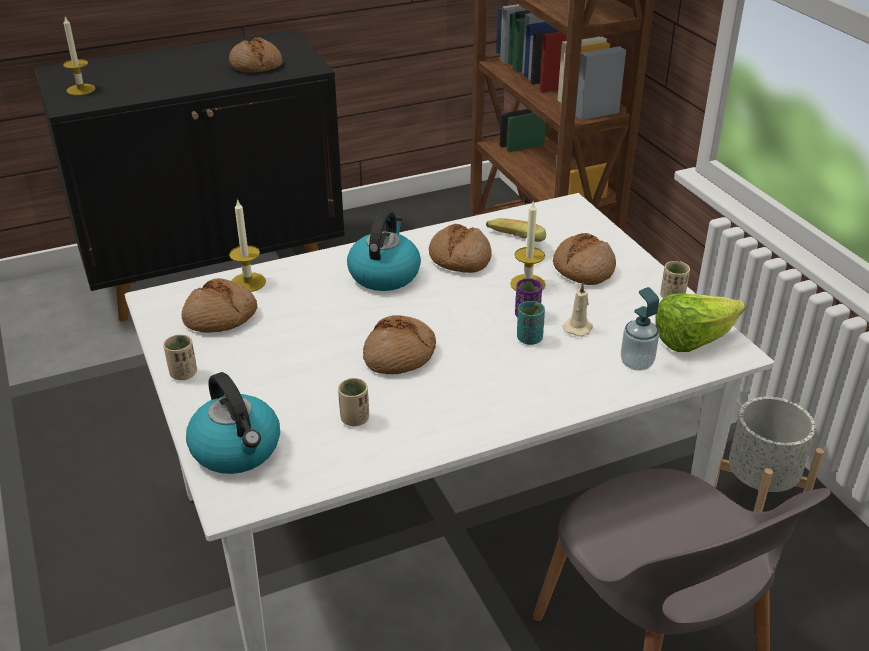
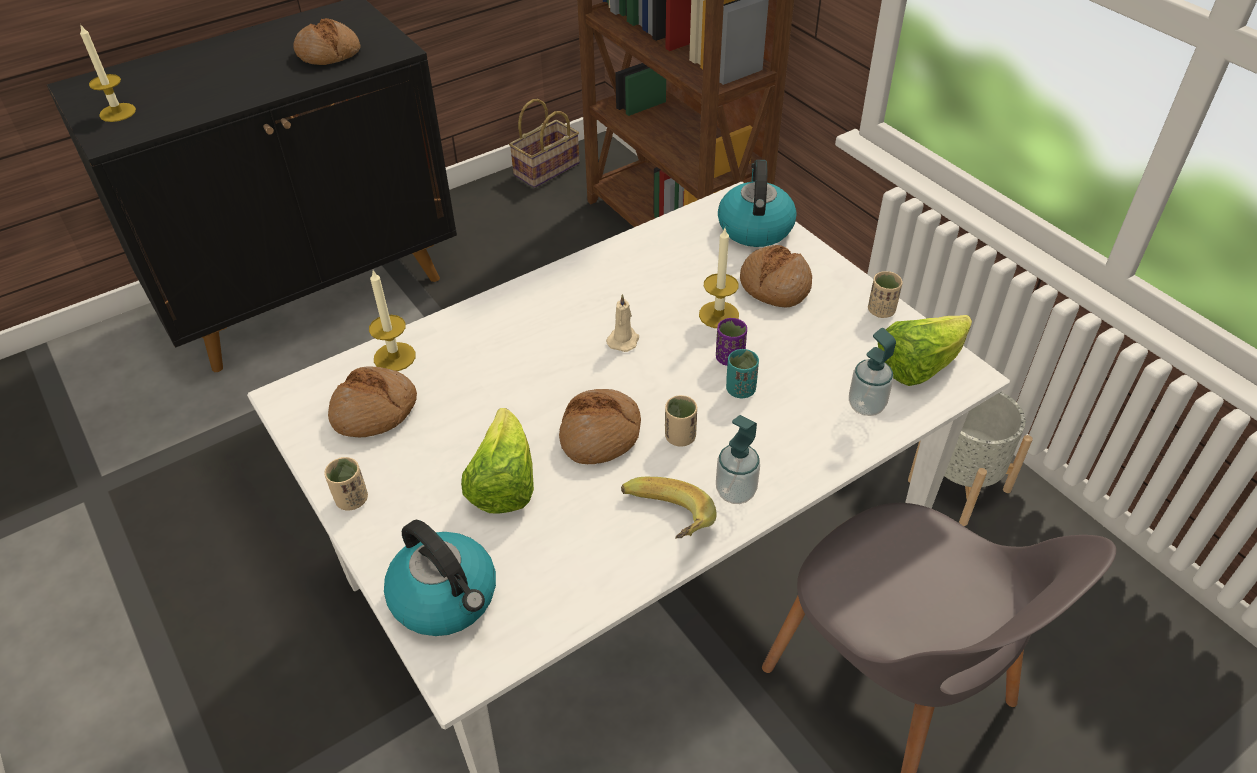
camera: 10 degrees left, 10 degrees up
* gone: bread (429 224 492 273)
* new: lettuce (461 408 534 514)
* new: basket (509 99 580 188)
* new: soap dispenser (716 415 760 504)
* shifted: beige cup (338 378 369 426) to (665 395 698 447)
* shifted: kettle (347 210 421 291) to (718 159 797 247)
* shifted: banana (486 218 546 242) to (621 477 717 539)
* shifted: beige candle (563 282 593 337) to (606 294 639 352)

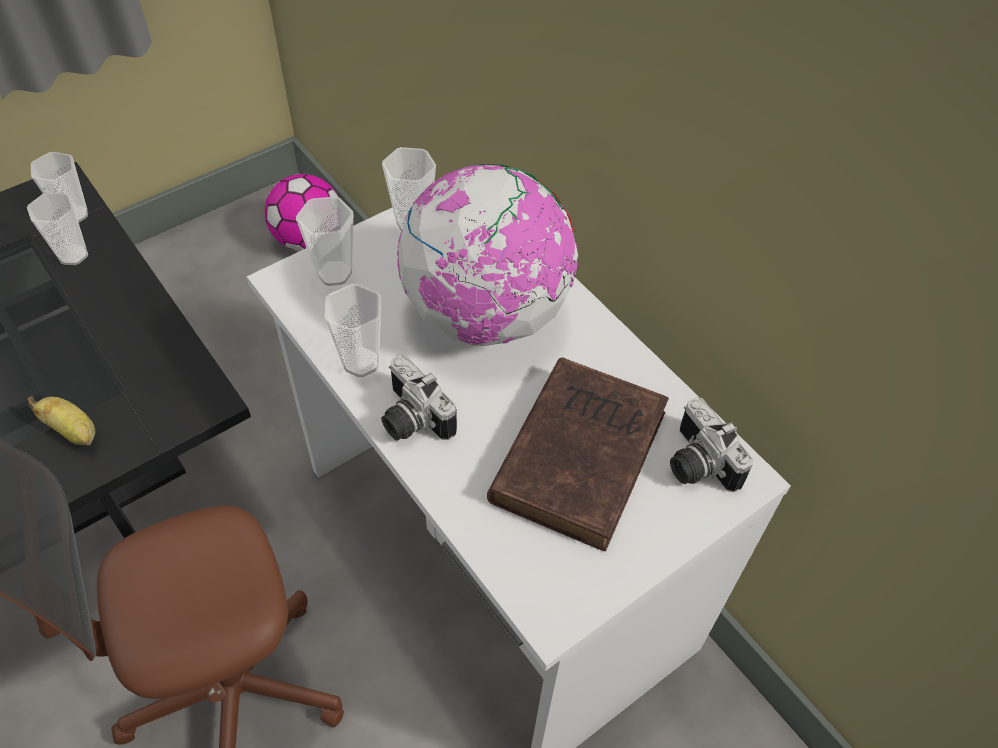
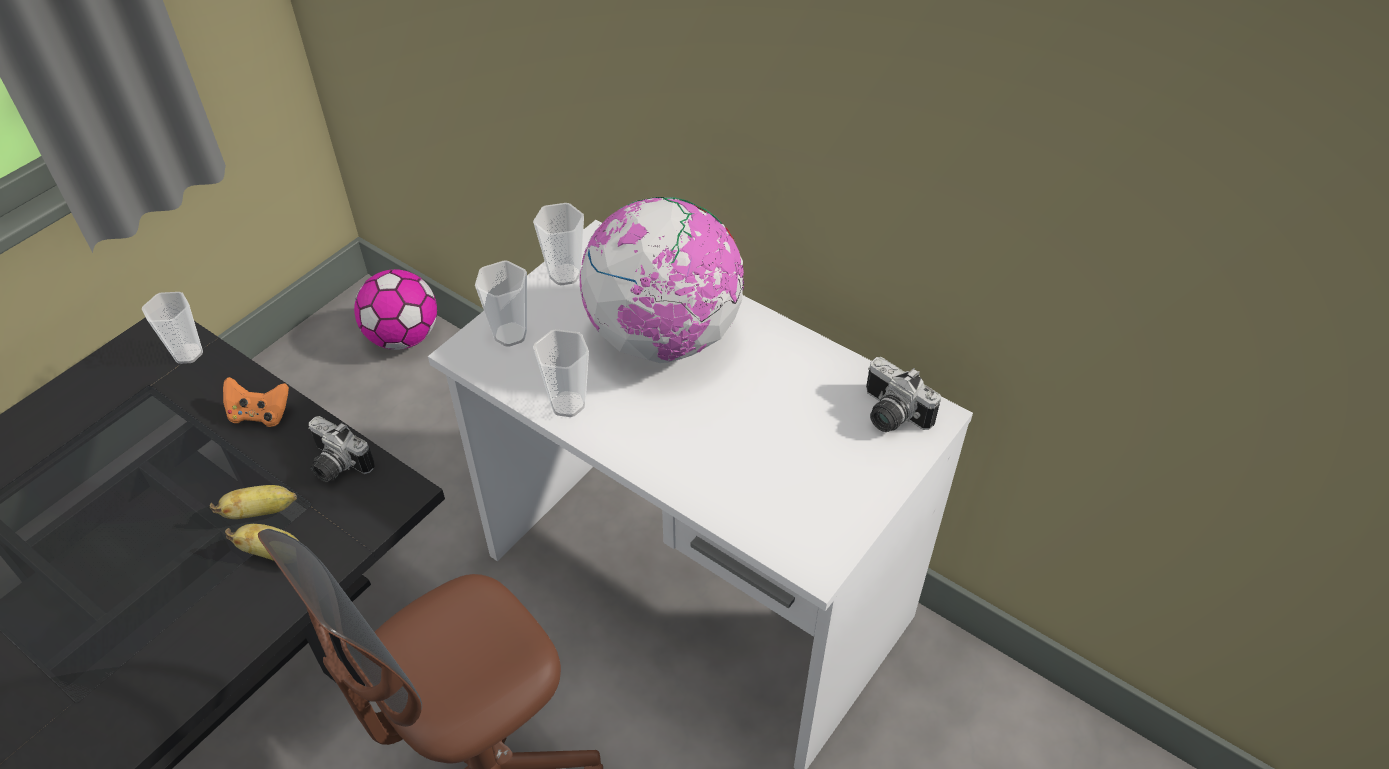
camera: 15 degrees left, 5 degrees down
* gone: cup (27 192 88 265)
* gone: brown book (487 357 669 551)
* new: banana (210 485 297 519)
* new: orange game controller (223 377 289 427)
* shifted: photo camera (381 355 457 441) to (308 416 375 482)

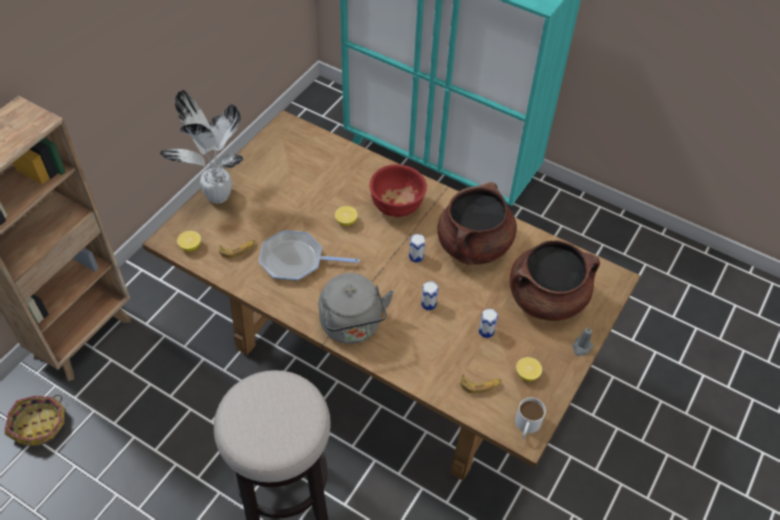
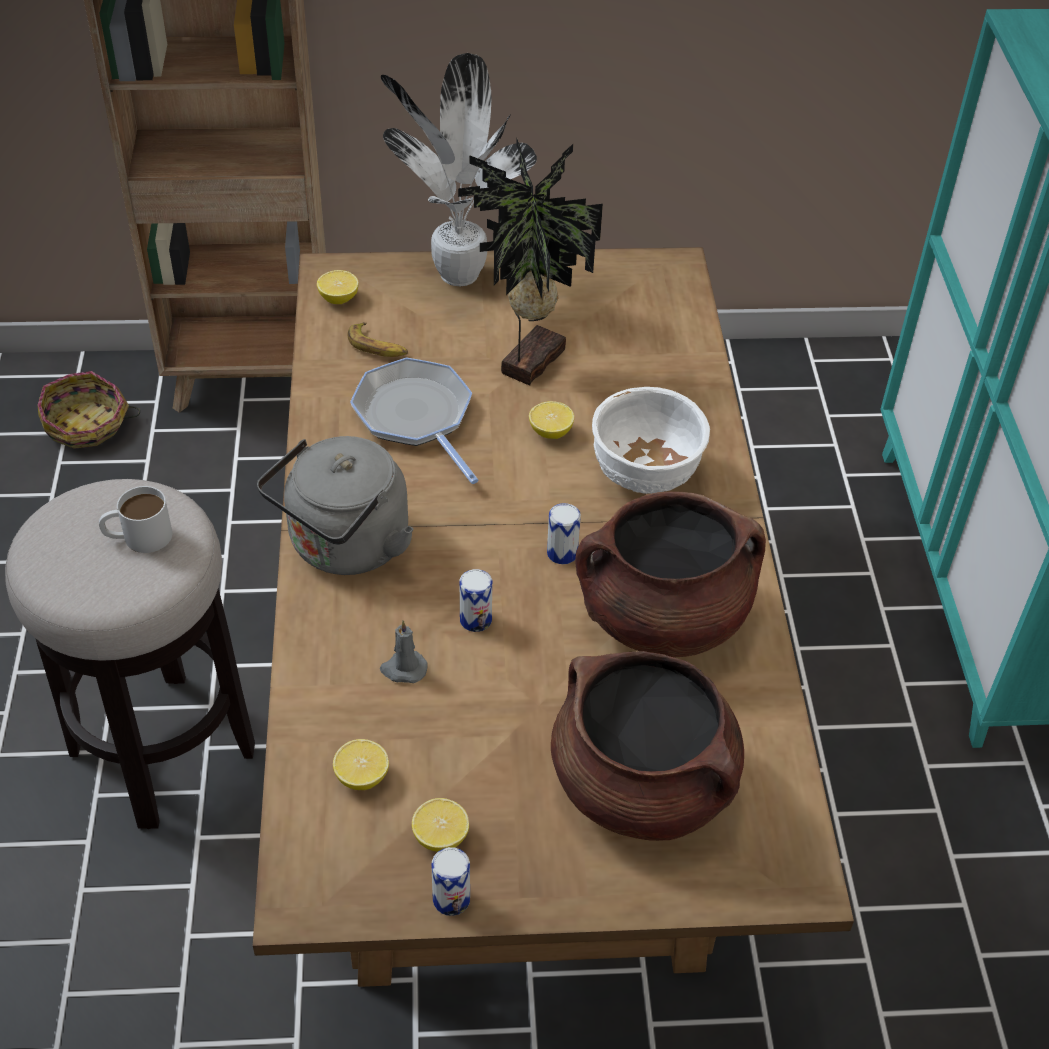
camera: 55 degrees right, 5 degrees down
* new: potted plant (458 139 603 385)
* shifted: can (479 309 498 338) to (431 847 470 916)
* shifted: white mug (515 398 546 438) to (99 486 172 553)
* shifted: grey candle (573 327 593 356) to (380 620 427 683)
* swapped: banana (460 375 501 394) to lemon (333 739 389 790)
* repainted: red bowl (369 164 427 217) to white bowl (592 387 710 494)

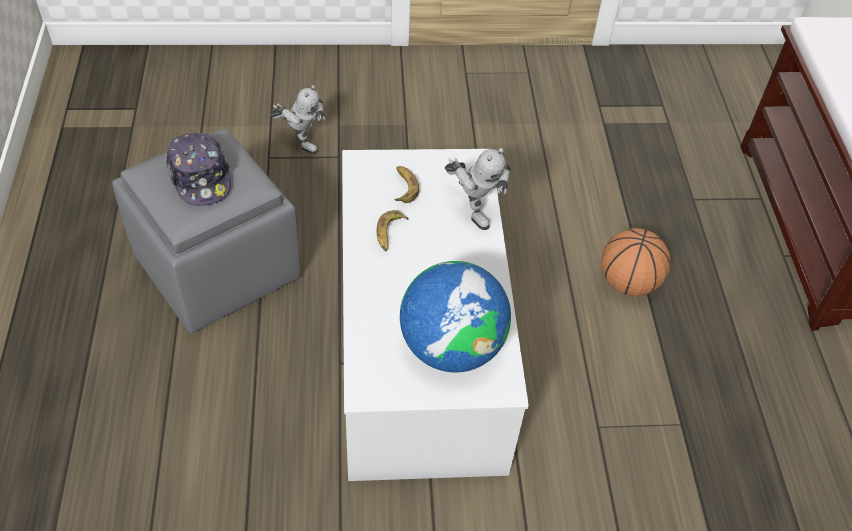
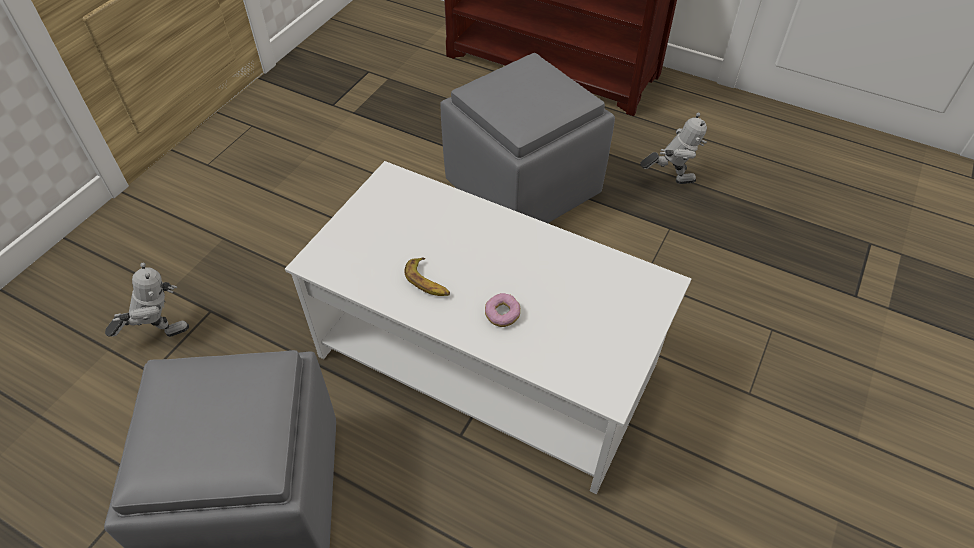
camera: 55 degrees left, 0 degrees up
* gone: cap (166 133 231 206)
* gone: banana (394 166 419 203)
* gone: globe (400 261 511 373)
* new: donut (485 293 520 327)
* shifted: toy robot (445 148 511 230) to (640 112 707 184)
* swapped: basketball (601 228 670 296) to grey ottoman (440 53 615 223)

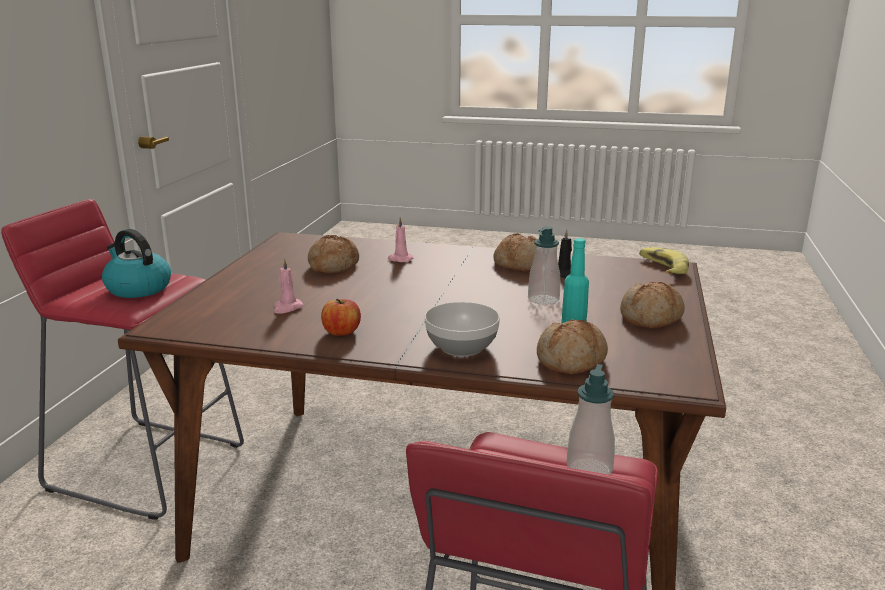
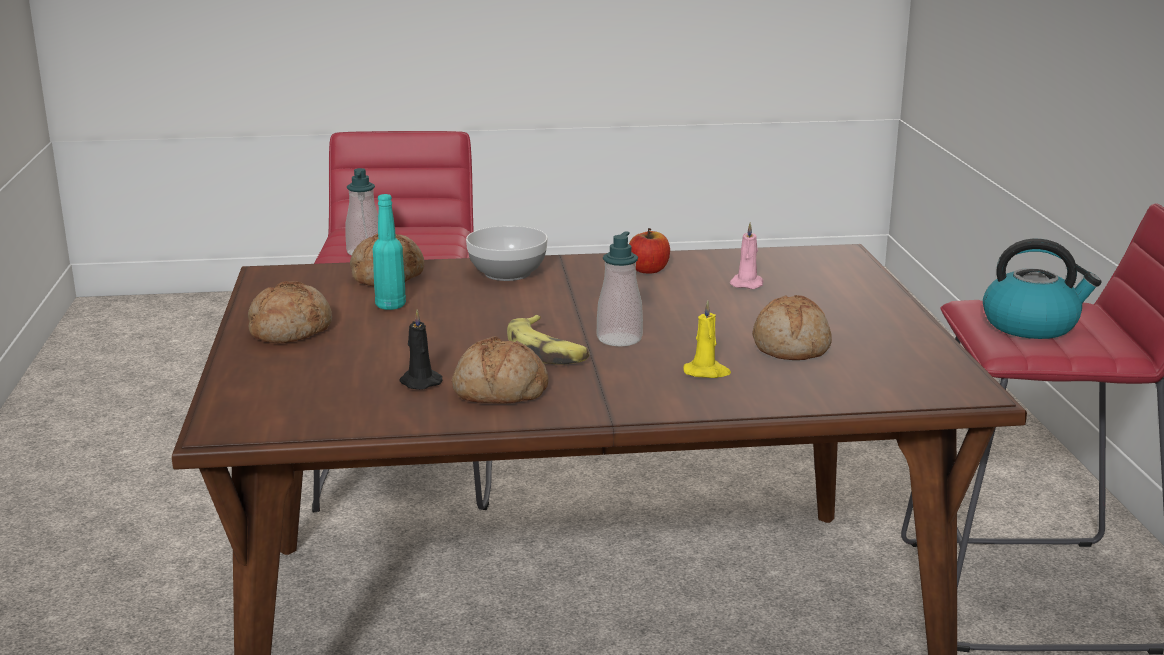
camera: 160 degrees right, 0 degrees up
* shifted: soap dispenser (528 226 560 305) to (597 231 643 347)
* shifted: banana (639 247 689 274) to (507 315 590 365)
* repainted: pink candle (388 217 414 262) to yellow candle (683 300 731 378)

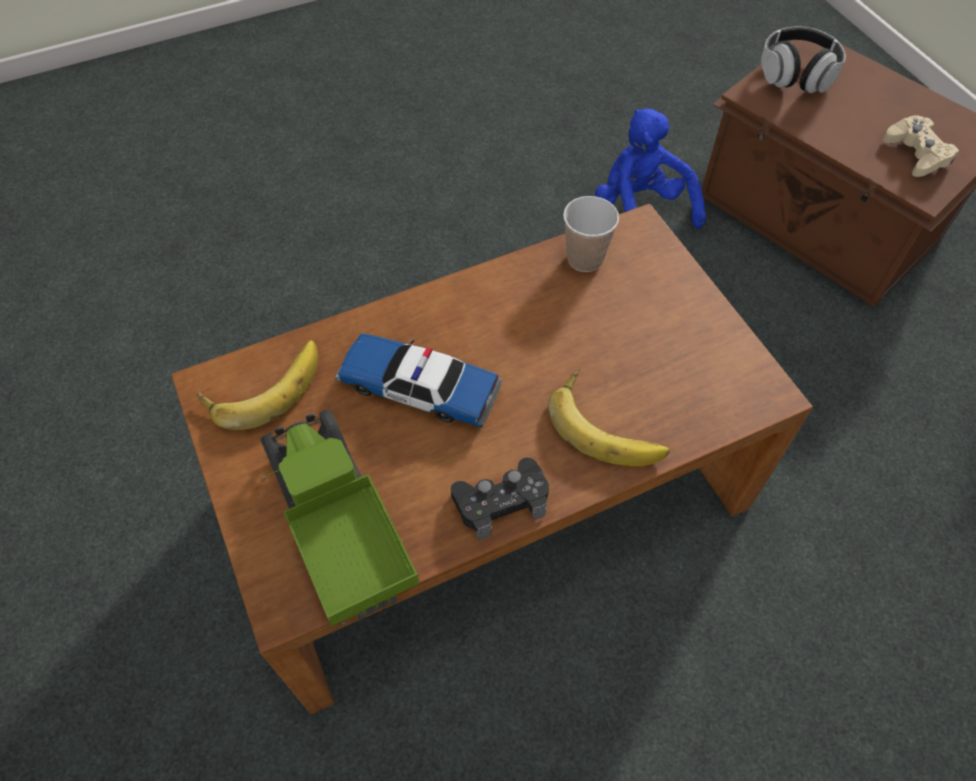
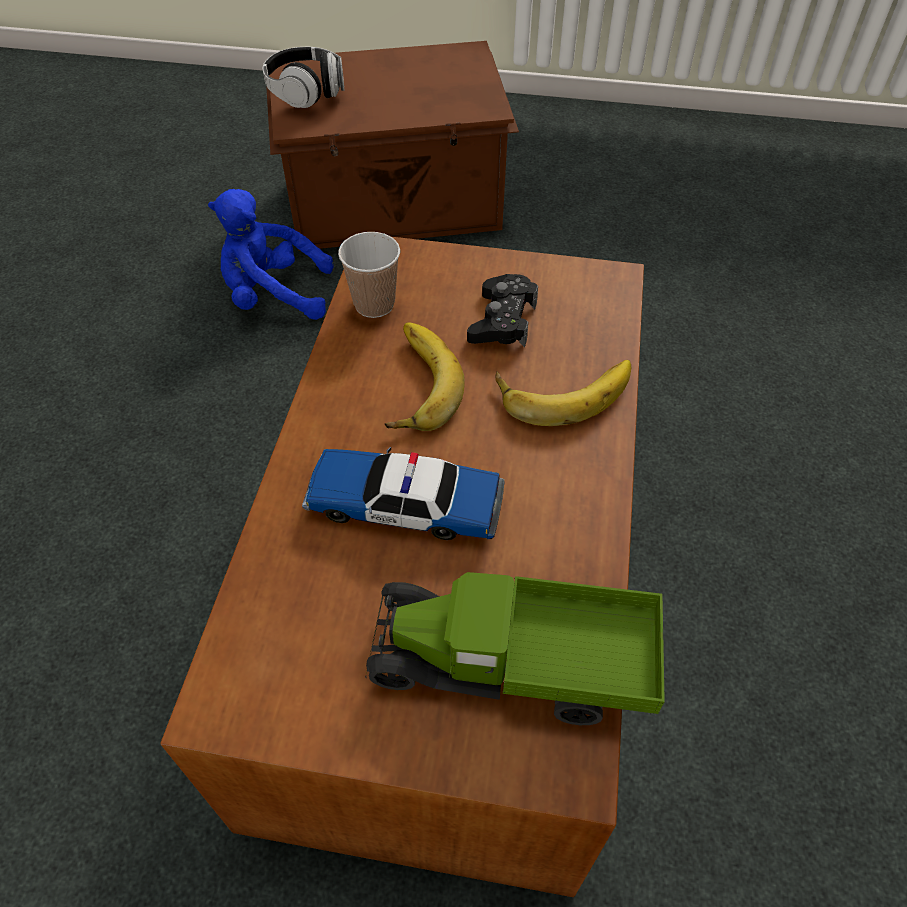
camera: 55 degrees left, 5 degrees down
* gone: beige game controller (883 116 959 177)
* shifted: banana (197 340 318 430) to (385 322 465 431)
* shifted: black game controller (451 458 549 540) to (467 274 538 347)
* rotated: toy car (335 333 502 427) = (302 447 504 540) 45 degrees clockwise

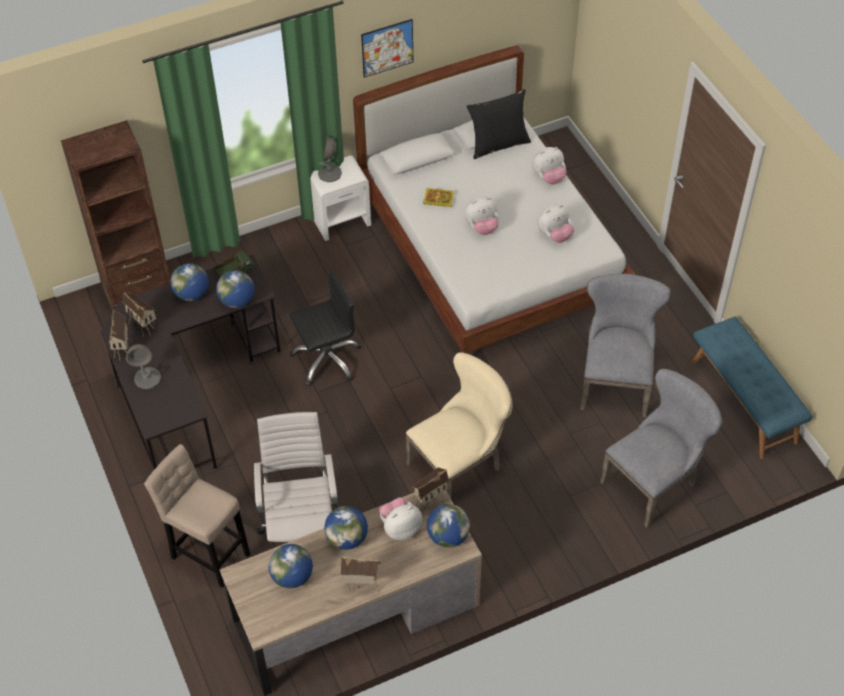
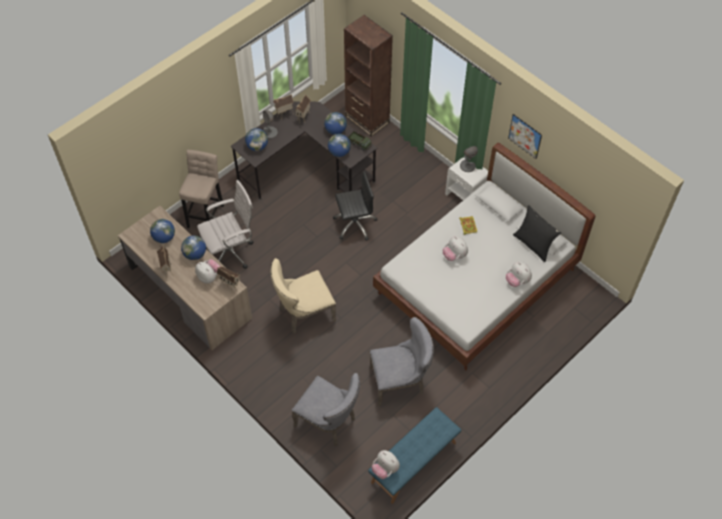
camera: 70 degrees right, 5 degrees up
* shifted: globe (427 504 470 548) to (245 128 268 151)
* shifted: plush toy (537 204 574 243) to (372 450 400 479)
* rotated: black office chair (289 269 361 386) = (333 171 378 241) 60 degrees counterclockwise
* rotated: beige chair (406 352 513 498) = (271 258 336 334) 120 degrees clockwise

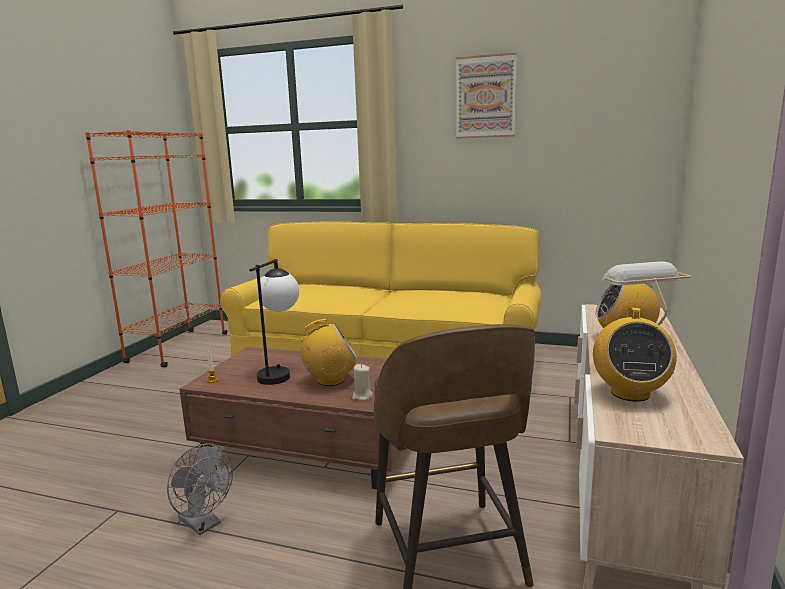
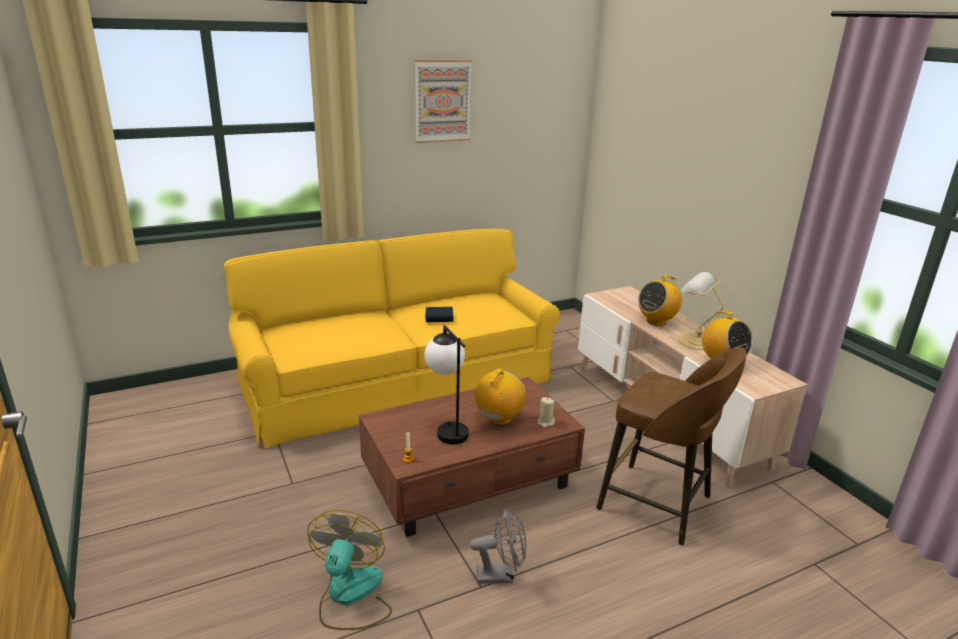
camera: 45 degrees left, 10 degrees up
* gone: orange bookcase (85 130 227 367)
* new: fan (307 510 392 630)
* new: book (425 307 453 322)

